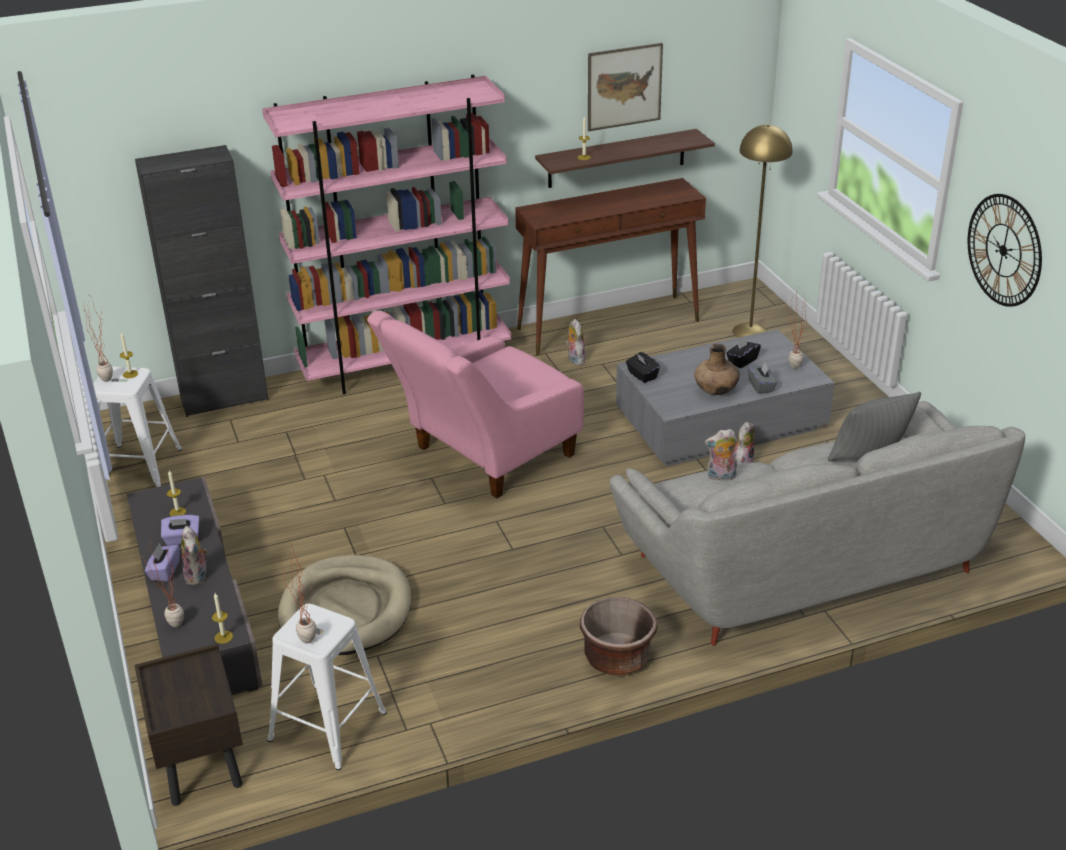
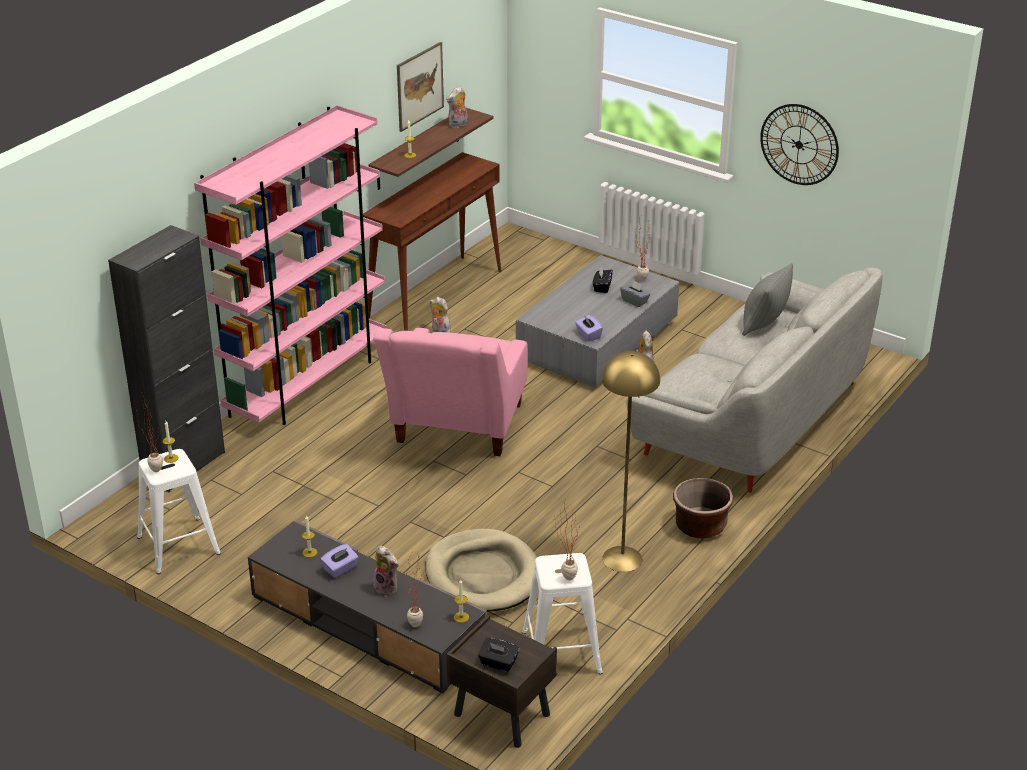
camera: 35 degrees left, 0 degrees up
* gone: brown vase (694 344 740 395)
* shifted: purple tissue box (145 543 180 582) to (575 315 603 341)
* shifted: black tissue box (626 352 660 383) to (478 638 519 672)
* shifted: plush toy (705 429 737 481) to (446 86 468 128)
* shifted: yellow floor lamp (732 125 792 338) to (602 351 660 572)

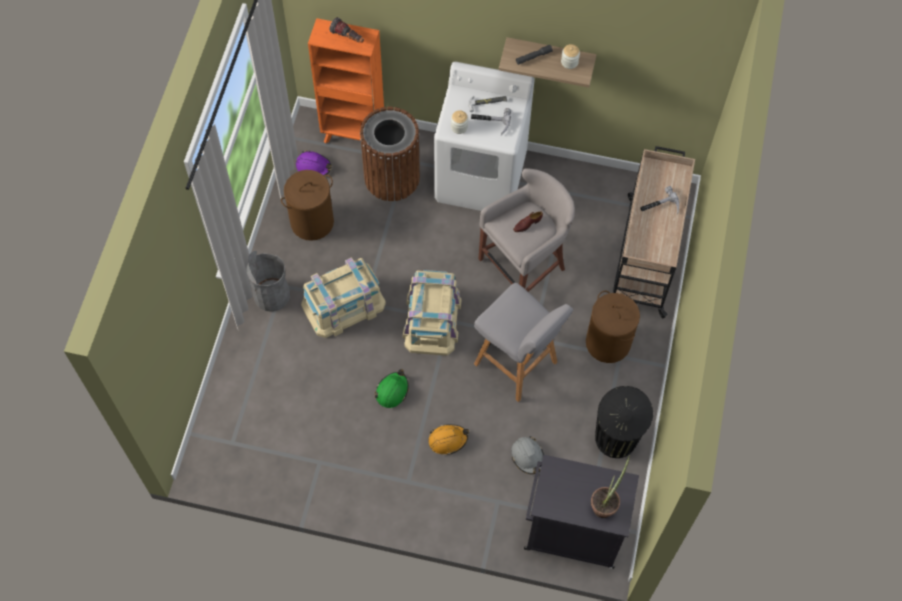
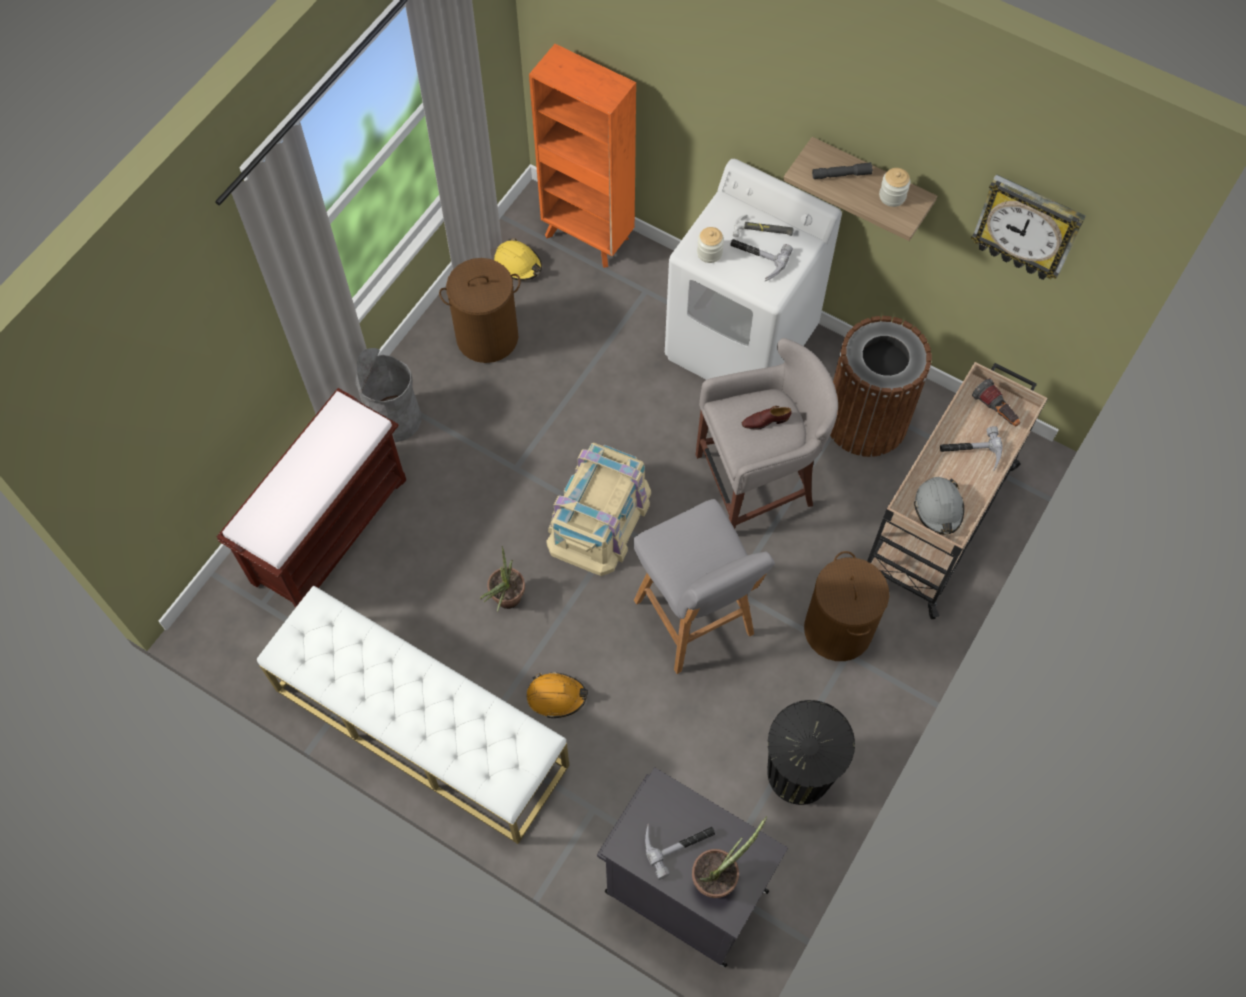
camera: 20 degrees right, 0 degrees up
* gone: beige storage box (301 257 386 338)
* new: brown bench (217 388 406 608)
* new: white bench (257 586 569 844)
* new: hammer (645 823 715 880)
* new: wall clock (971 174 1086 280)
* shifted: flashlight (330 17 364 43) to (972 379 1020 426)
* shifted: brown trash can (360 107 420 201) to (830 316 932 457)
* shifted: grey hard hat (511 436 544 474) to (914 477 964 535)
* swapped: green hard hat (375 369 409 408) to potted plant (480 546 525 613)
* repainted: purple hard hat (296 150 332 176) to yellow hard hat (494 238 542 281)

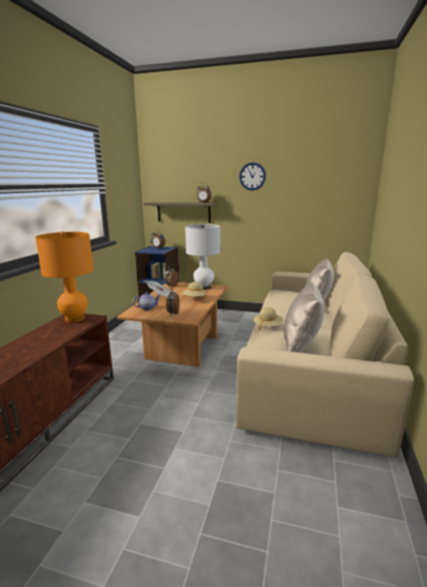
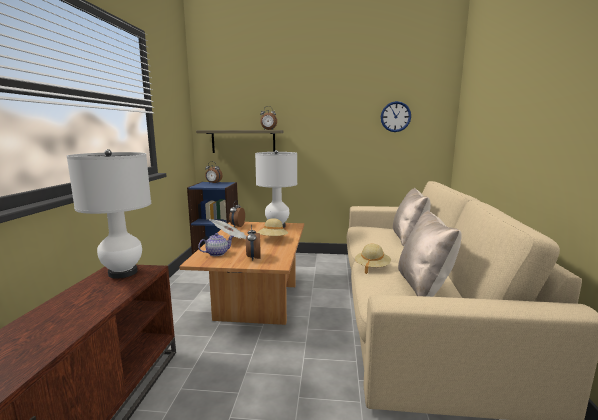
camera: 10 degrees left, 5 degrees down
* shifted: wall clock (239 162 266 190) to (381 101 411 132)
* repainted: orange table lamp (35 232 94 323) to white table lamp (67 149 151 279)

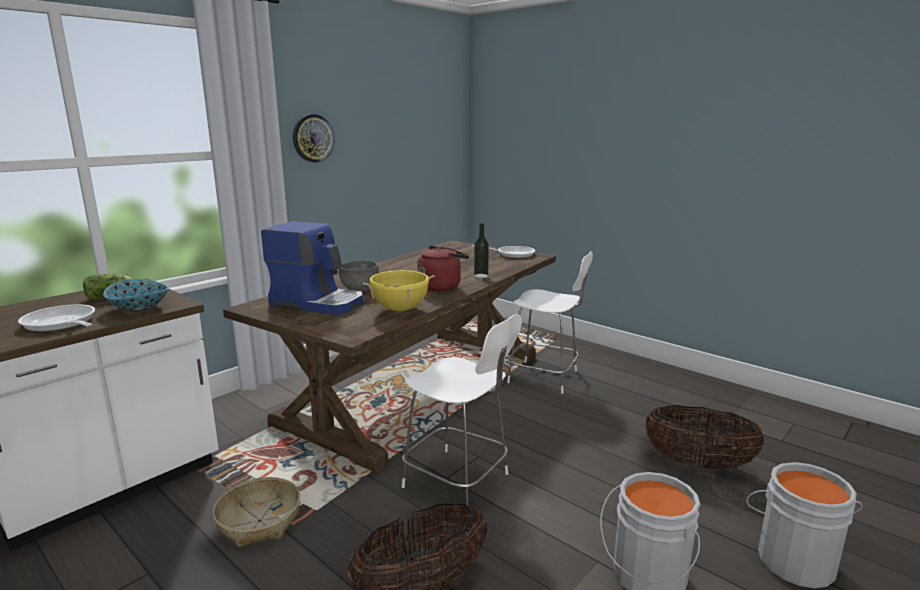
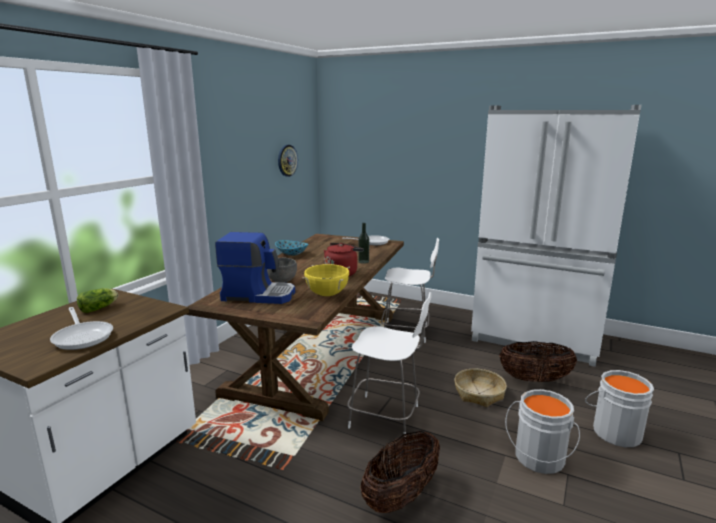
camera: 15 degrees left, 0 degrees up
* new: white fridge (471 105 642 367)
* shifted: bowl (103 279 169 312) to (275 240 308 256)
* shifted: basket (213 477 300 547) to (454 369 507 407)
* shifted: wall clock (293 114 335 163) to (278 145 298 177)
* rotated: frying pan (18 304 95 332) = (50 307 113 350) 150 degrees counterclockwise

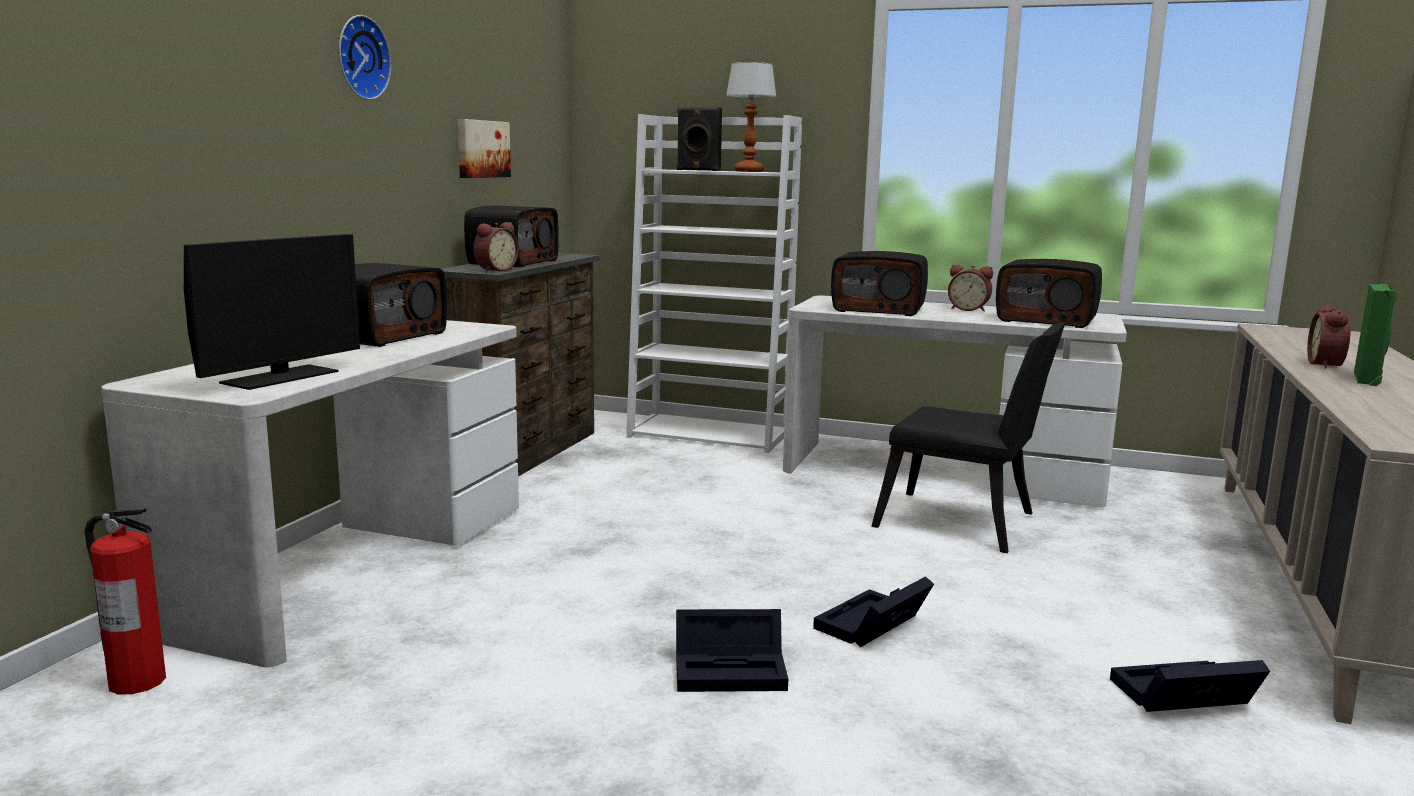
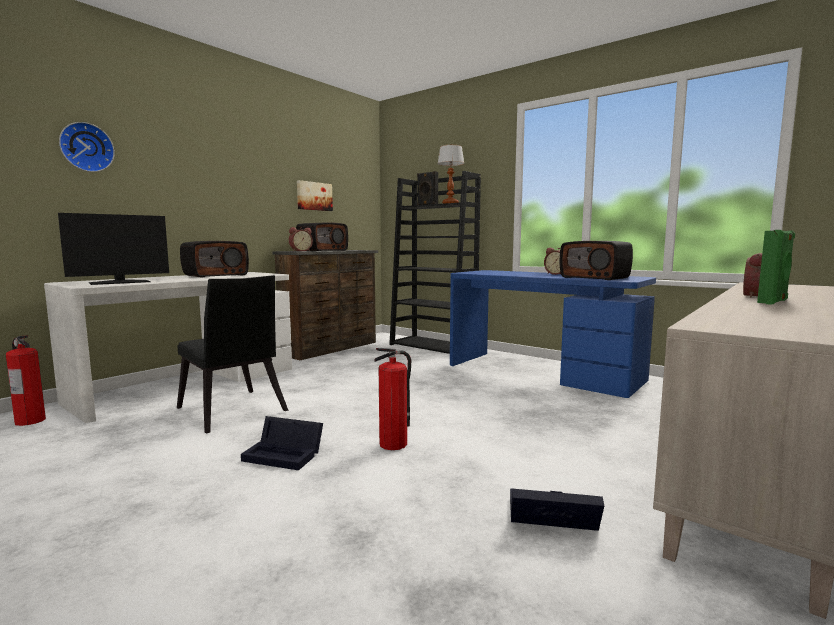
camera: 20 degrees right, 5 degrees down
* gone: radio (831 251 928 316)
* shifted: wall clock (339 15 391 100) to (59 122 115 172)
* shifted: black chair (871 322 1066 553) to (177 275 288 434)
* swapped: black storage box (813 576 934 647) to fire extinguisher (374 348 411 450)
* repainted: white bookcase (626 114 802 453) to black bookcase (389 171 481 354)
* repainted: white desk (783 296 1127 507) to blue desk (450 270 656 398)

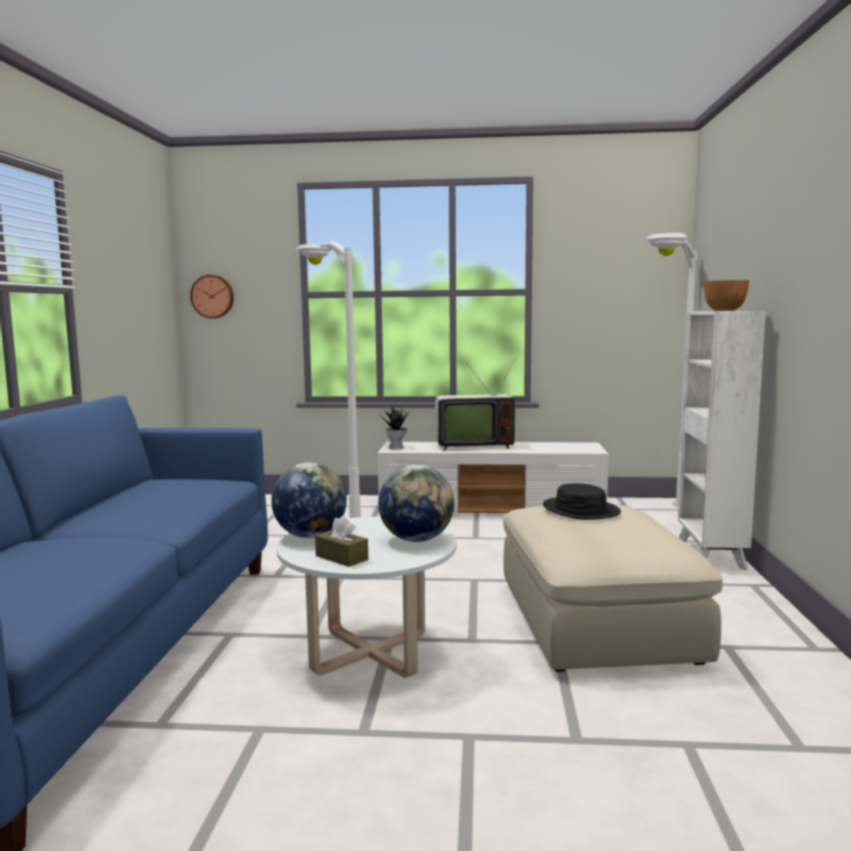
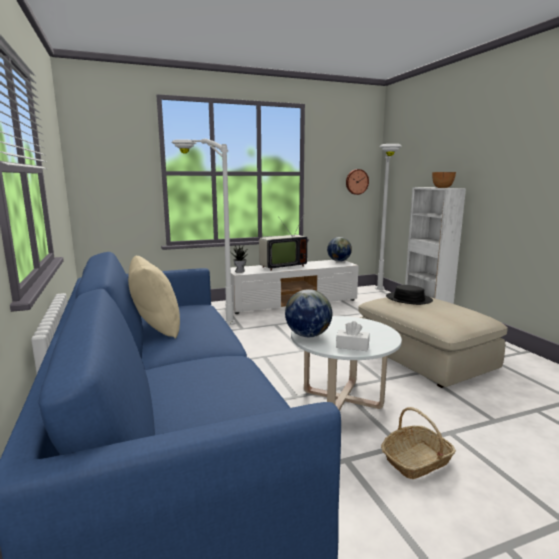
camera: 25 degrees left, 5 degrees up
* new: beige pillow (128 256 180 338)
* new: basket (381 407 456 479)
* shifted: wall clock (190 275 234 318) to (346 169 369 195)
* shifted: globe (378 465 454 542) to (327 237 352 262)
* repainted: brown tissue box (315 516 368 567) to white tissue box (336 321 370 351)

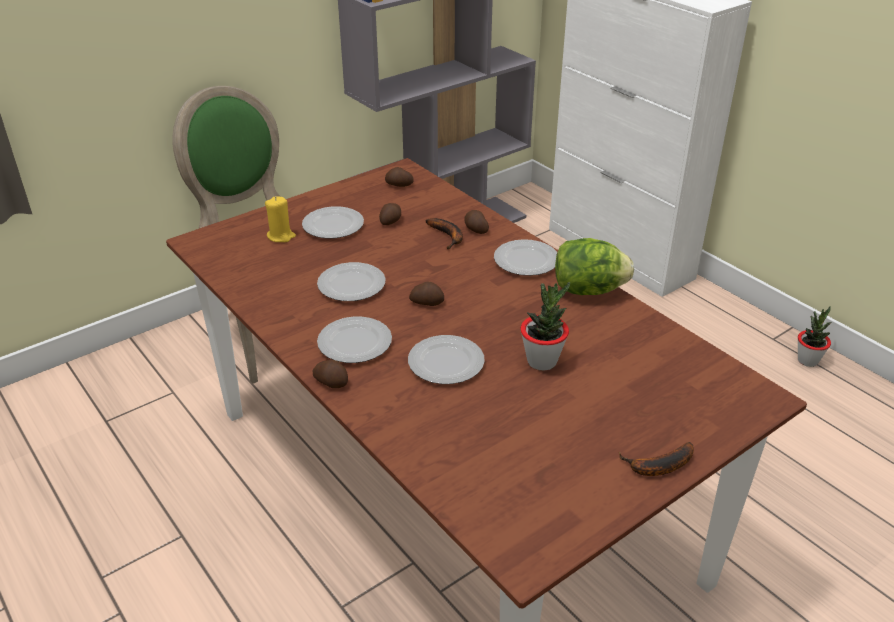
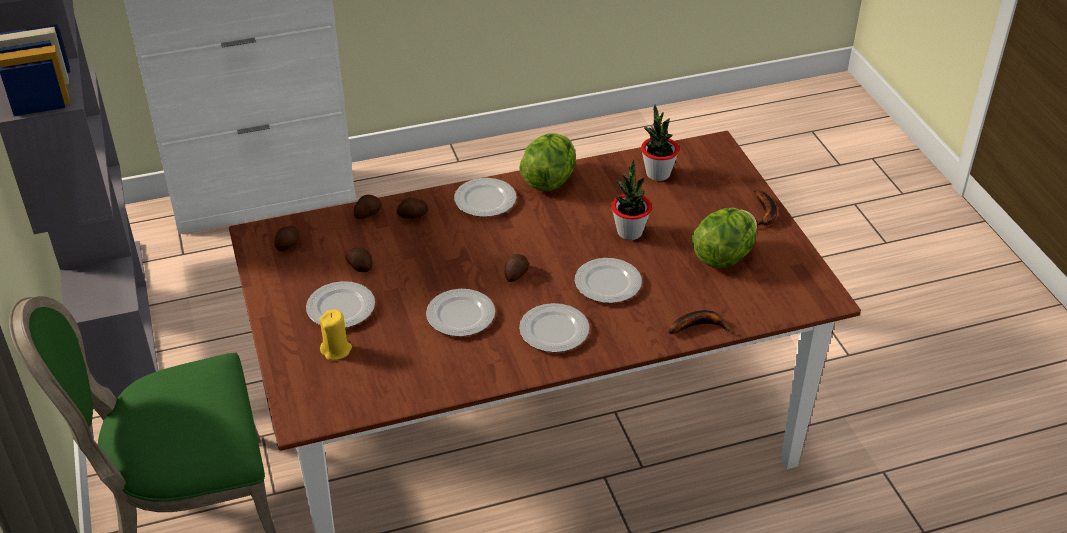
camera: 70 degrees left, 5 degrees up
* new: lettuce (692 208 757 268)
* shifted: potato (312 360 348 388) to (354 195 382 219)
* shifted: banana (426 218 463 249) to (669 310 731 334)
* shifted: potted plant (798 306 831 367) to (641 104 679 181)

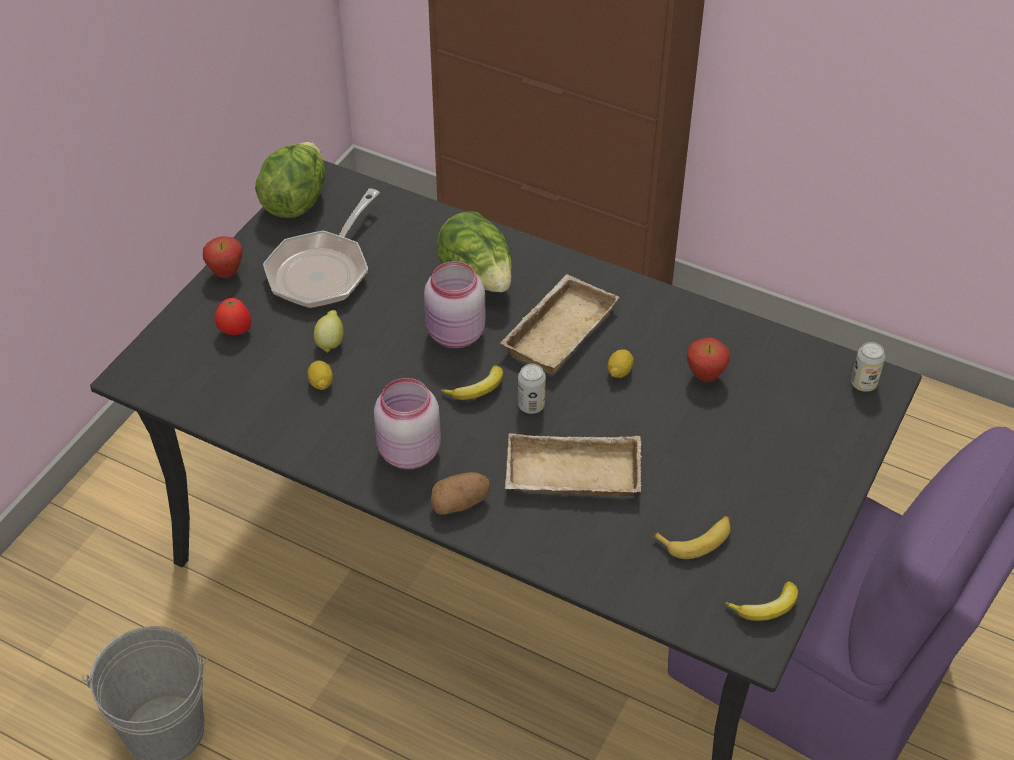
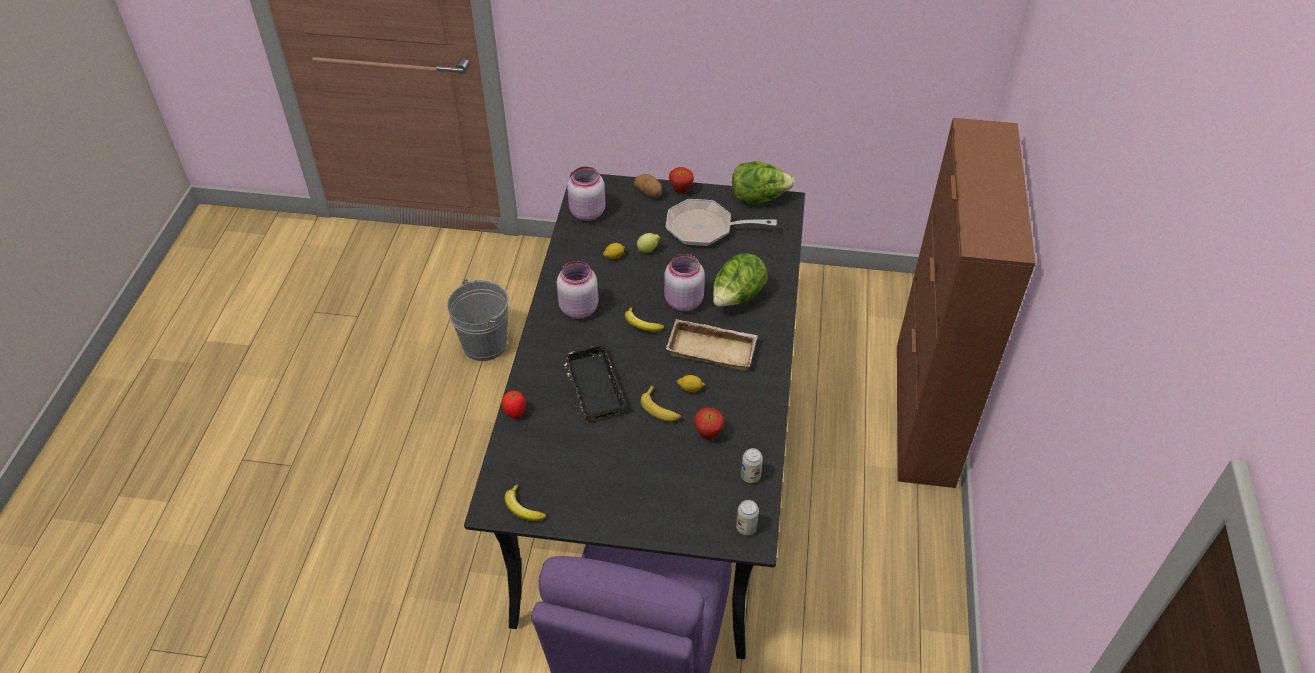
camera: 70 degrees right, 0 degrees up
* new: pink jar (567 166 605 221)
* shifted: tomato (214 297 251 335) to (502 390 526 419)
* shifted: potato (430 472 490 515) to (634 174 662 198)
* shifted: can (518 364 546 414) to (741 448 763 483)
* shifted: banana (652 516 731 559) to (641 385 681 422)
* repainted: beige tray (505 433 642 497) to black tray (561 344 627 420)

